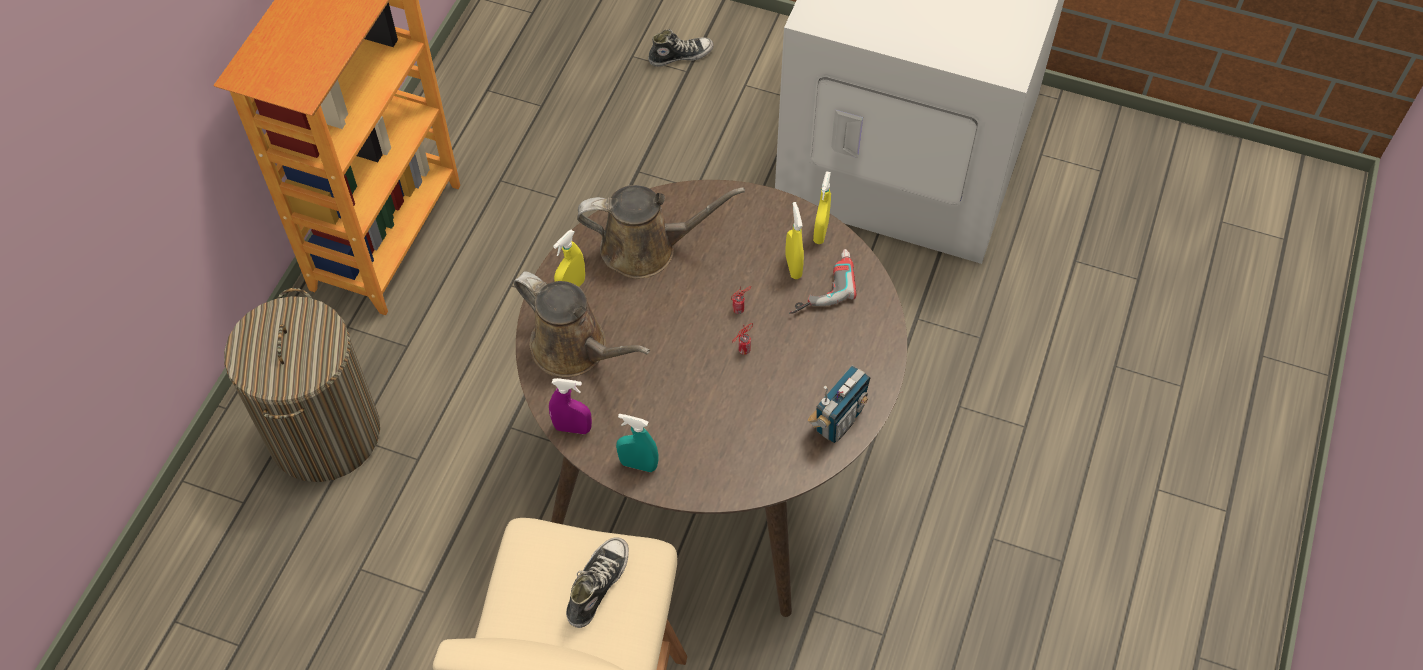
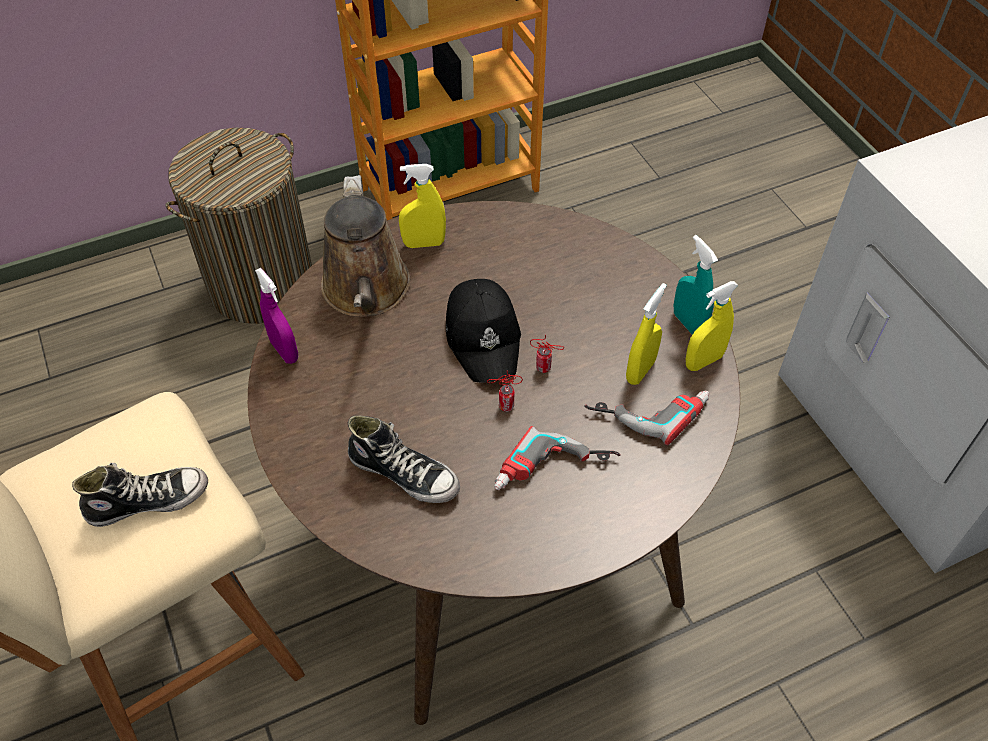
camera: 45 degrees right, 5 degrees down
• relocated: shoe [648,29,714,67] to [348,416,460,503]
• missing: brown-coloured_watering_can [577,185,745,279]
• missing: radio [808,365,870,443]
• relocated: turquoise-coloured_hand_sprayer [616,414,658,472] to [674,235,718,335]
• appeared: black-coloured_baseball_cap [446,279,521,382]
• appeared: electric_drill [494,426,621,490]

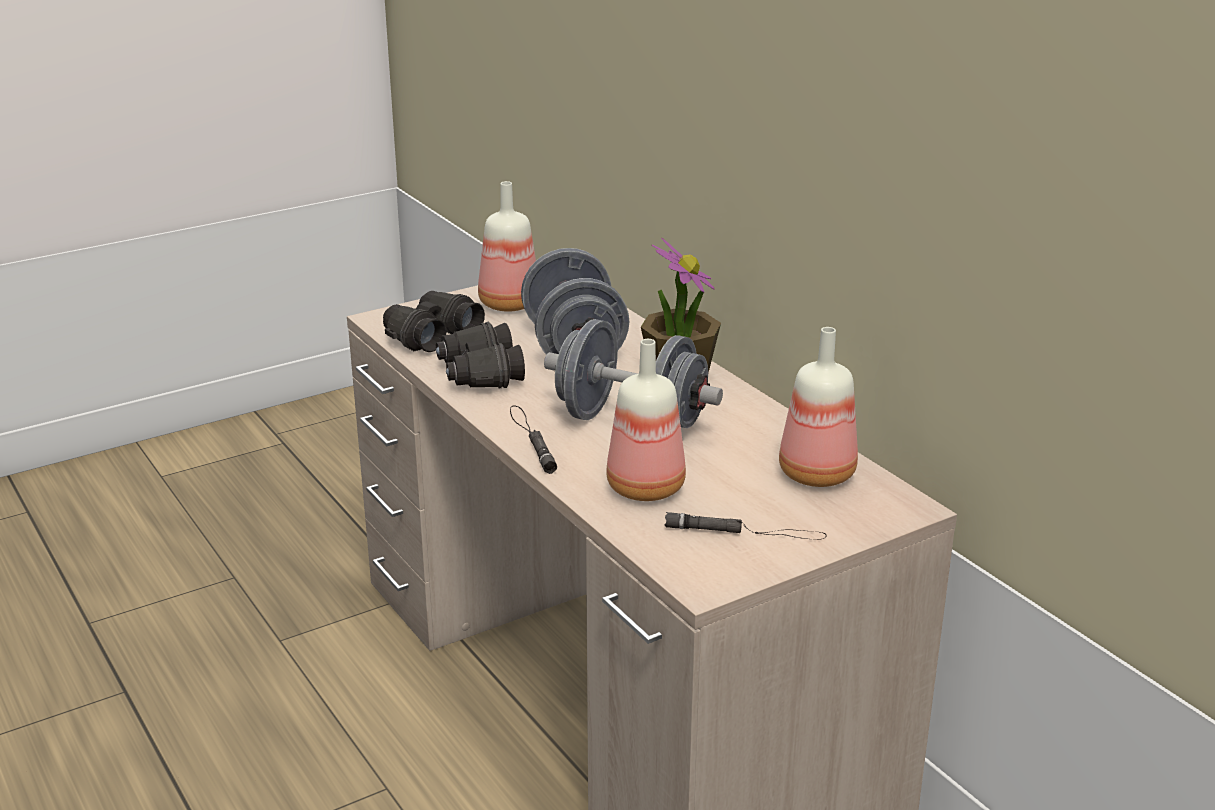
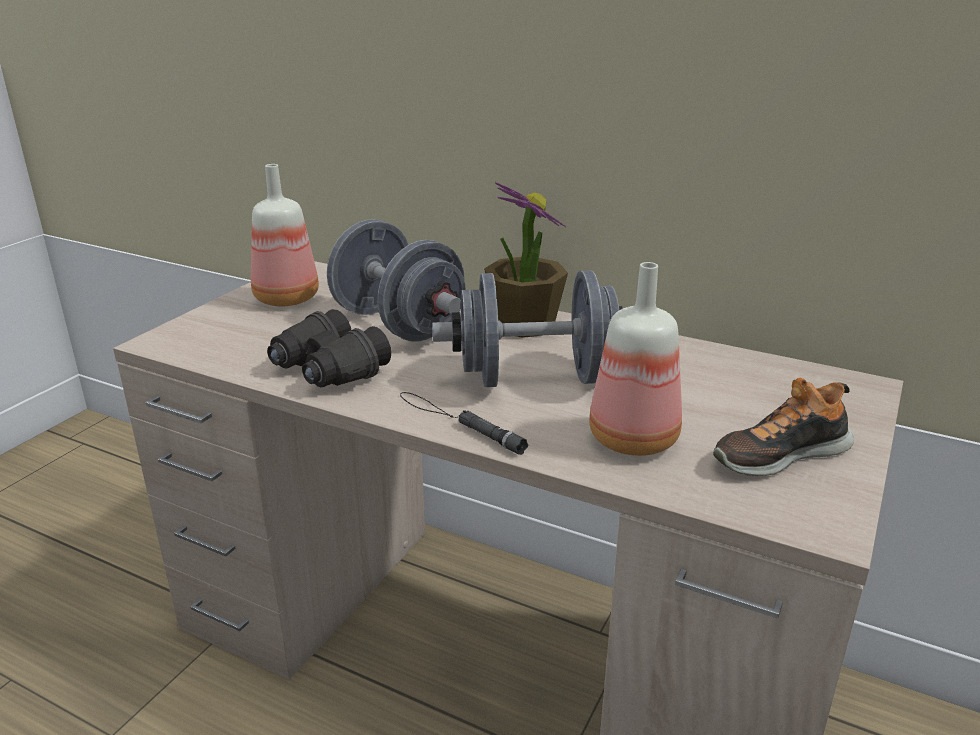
camera: 30 degrees left, 0 degrees up
• missing: black-coloured_binoculars [383,291,485,352]
• missing: beverage_bottle [779,327,858,487]
• exchanged: black-coloured_flashlight [665,512,826,540] to shoe [713,378,854,476]

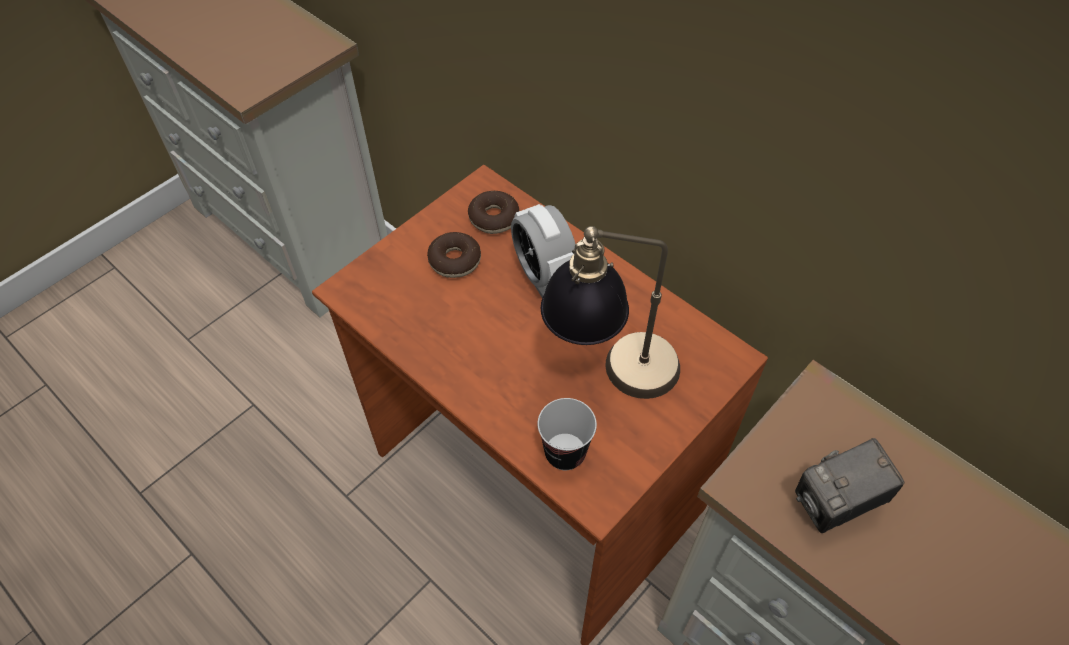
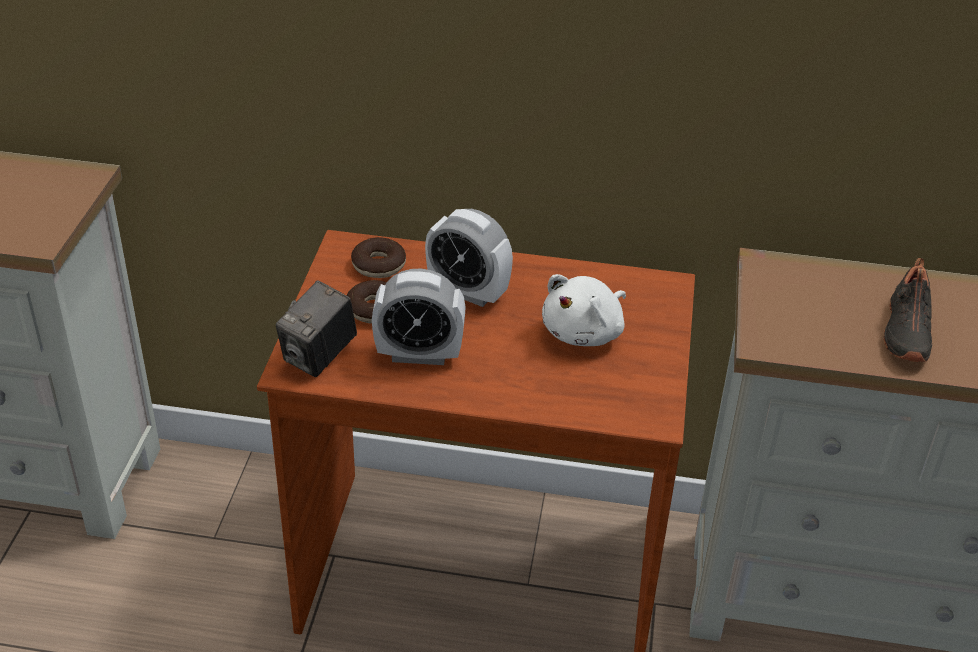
camera: 35 degrees left, 15 degrees down
• exchanged: tabletop_lamp [541,226,680,399] to whitish_plush_toy [542,274,626,346]
• missing: drinking_cup [538,398,597,470]
• relocated: photo_camera [795,438,905,533] to [276,281,357,377]
• appeared: black-coloured_shoe [883,258,932,362]
• appeared: table_clock [372,268,466,365]

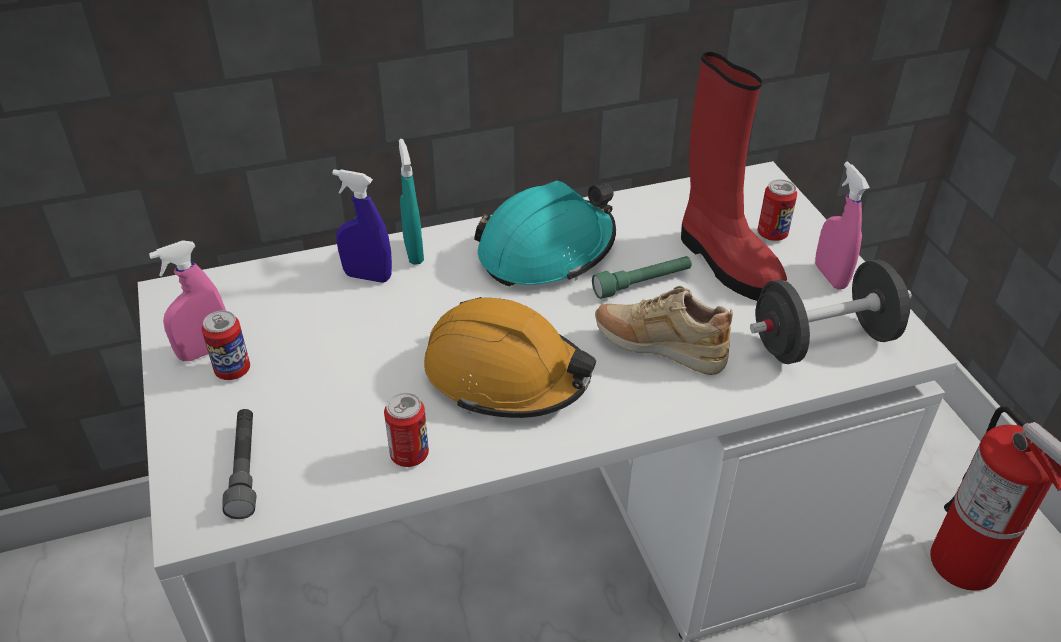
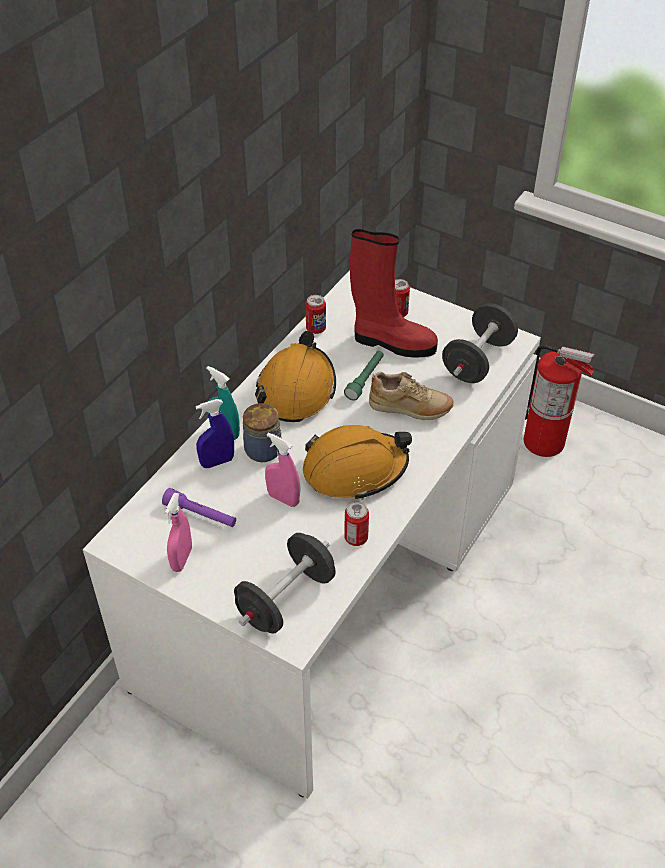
camera: 40 degrees left, 5 degrees up
• relocated: pinkish_hand_sprayer [815,162,870,289] to [265,432,301,507]
• colour: turquoise-coloured_hard_hat [474,181,616,286] to orange-coloured_hard_hat [255,331,336,422]
• spun: beige-coloured_shoe [595,286,733,375] = [369,372,454,420] 150 degrees counterclockwise
• relocated: can [202,311,250,380] to [305,295,326,334]
• exchanged: gray_flashlight [222,409,257,519] to black-coloured_free_weight [234,533,336,633]
• appeared: preserve_jar [243,403,281,462]
• appeared: purple-coloured_flashlight [162,488,236,527]

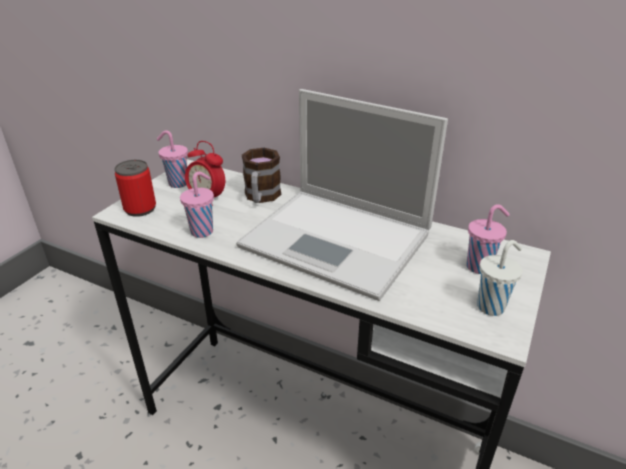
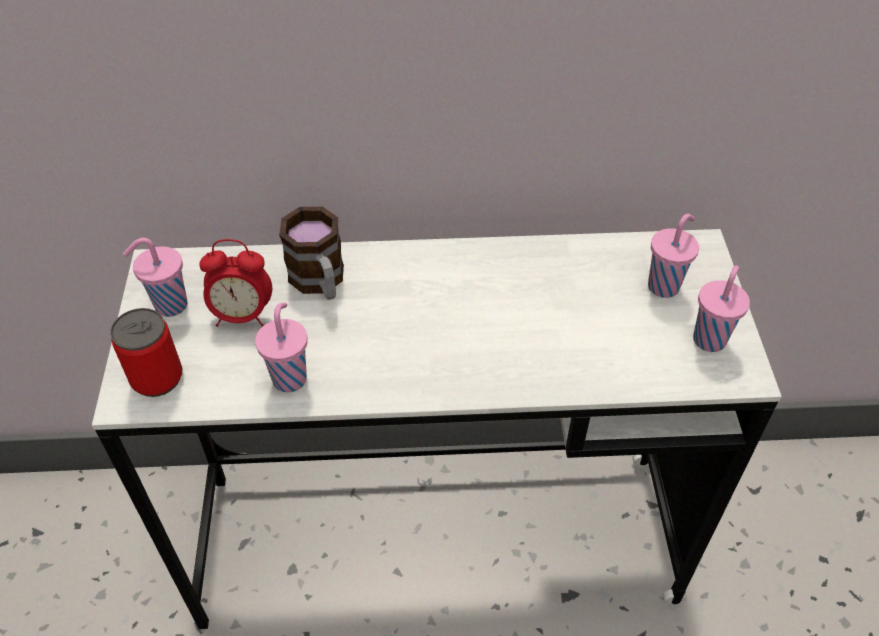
camera: 30 degrees left, 15 degrees up
• missing: notebook_computer [236,89,448,301]
• colour: whitish_drinking_cup [477,240,523,316] to pinkish_drinking_cup [693,266,750,352]

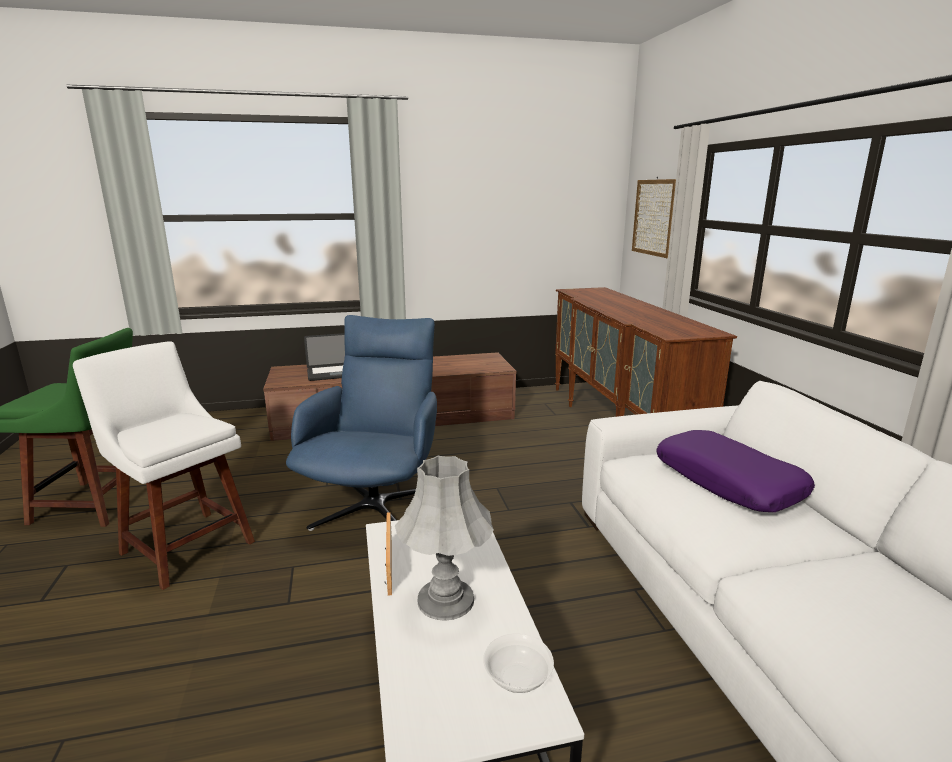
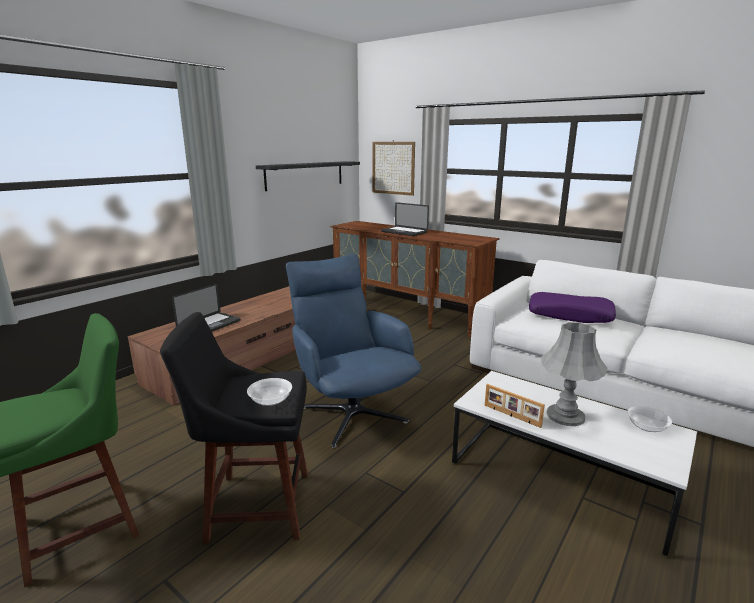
camera: 40 degrees left, 0 degrees up
• colour: whitish_sitting_stool [73,341,255,590] to black-coloured_sitting_stool [160,312,308,543]
• appeared: black-coloured_shelf [256,161,360,191]
• appeared: notebook_computer [381,202,429,236]
• appeared: deep_dish [247,378,292,406]

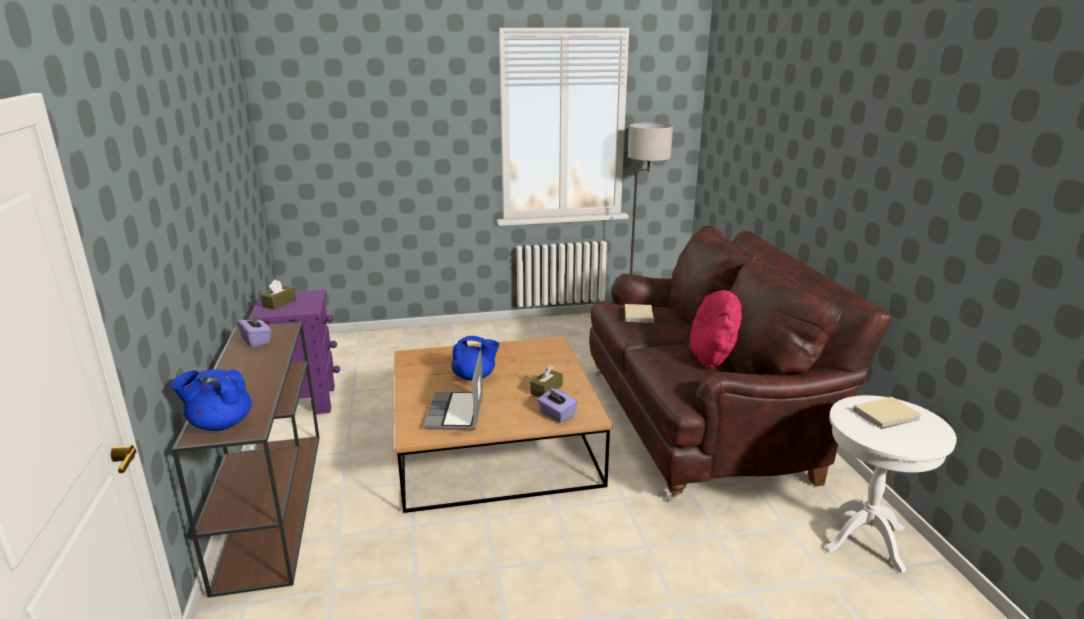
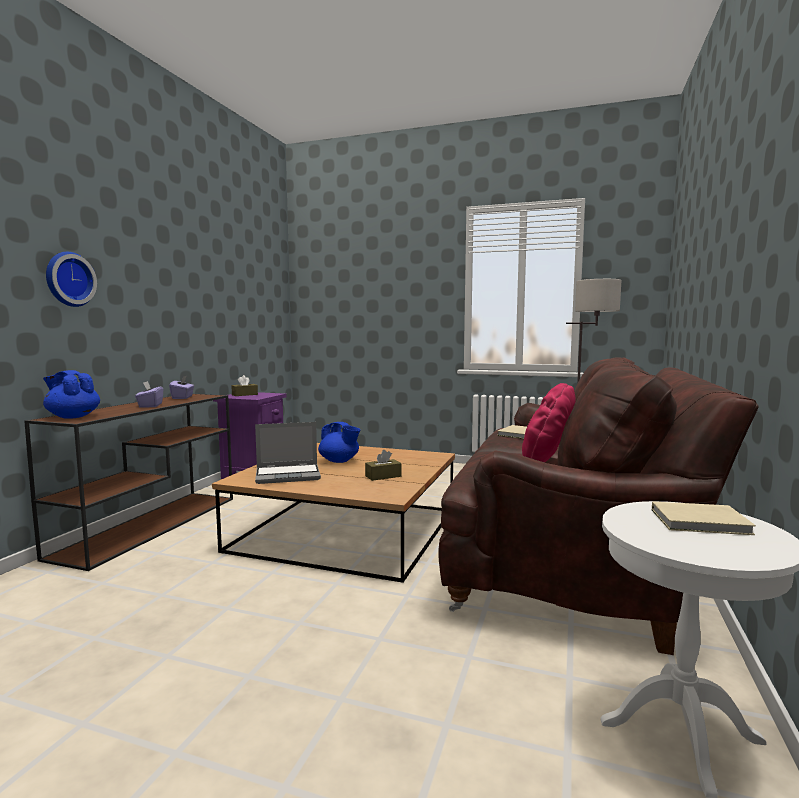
camera: 30 degrees right, 15 degrees down
• spun: notebook_computer [424,351,483,430] = [255,422,321,484] 135 degrees counterclockwise
• relocated: purple-coloured_tissue_holder [537,388,577,423] to [135,381,163,408]
• appeared: clock_on_the_wall [46,252,97,307]

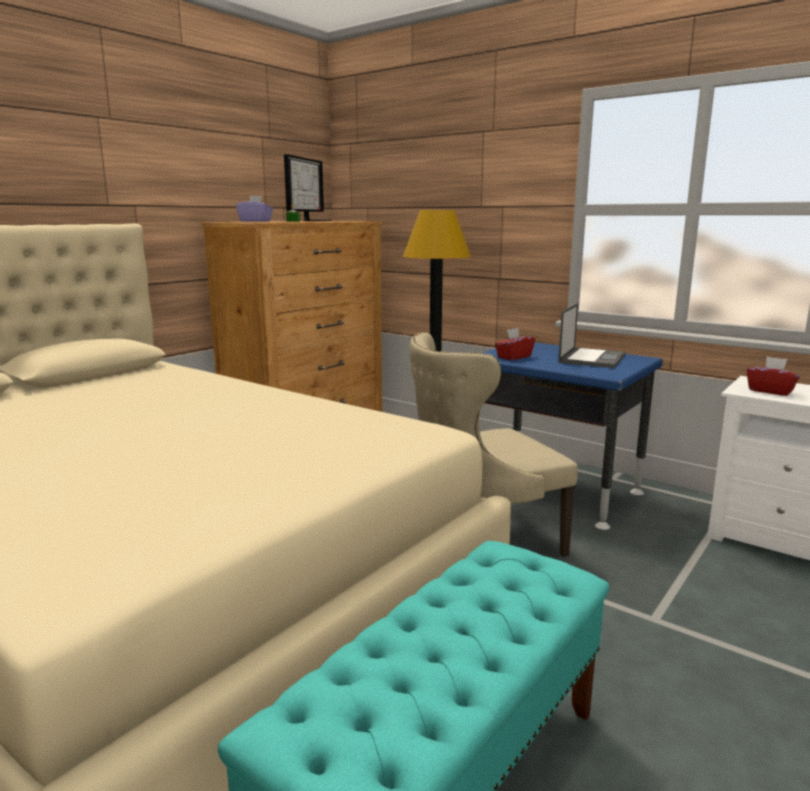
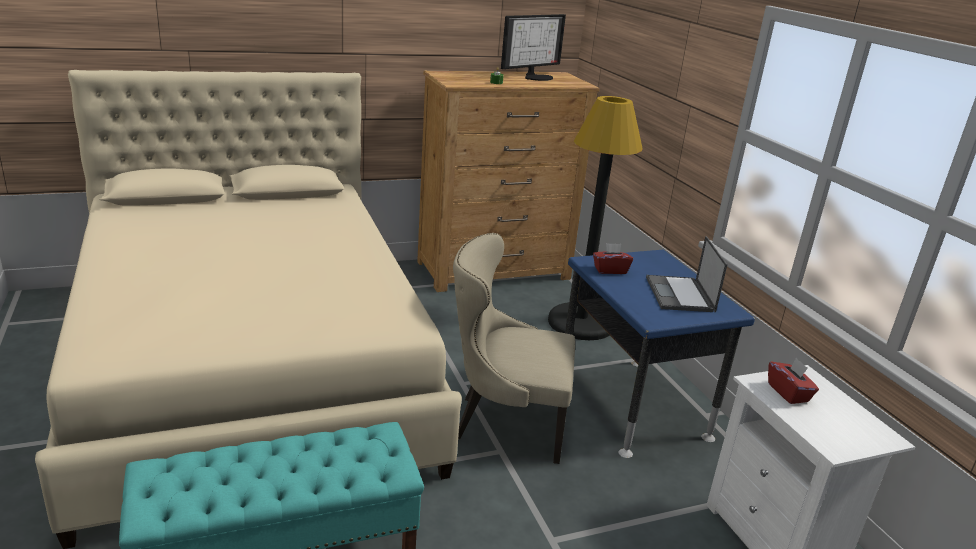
camera: 30 degrees right, 10 degrees up
• missing: purple-coloured_tissue_holder [236,196,273,222]
• spun: notebook_computer [558,303,625,368] = [646,236,727,312] 120 degrees clockwise

